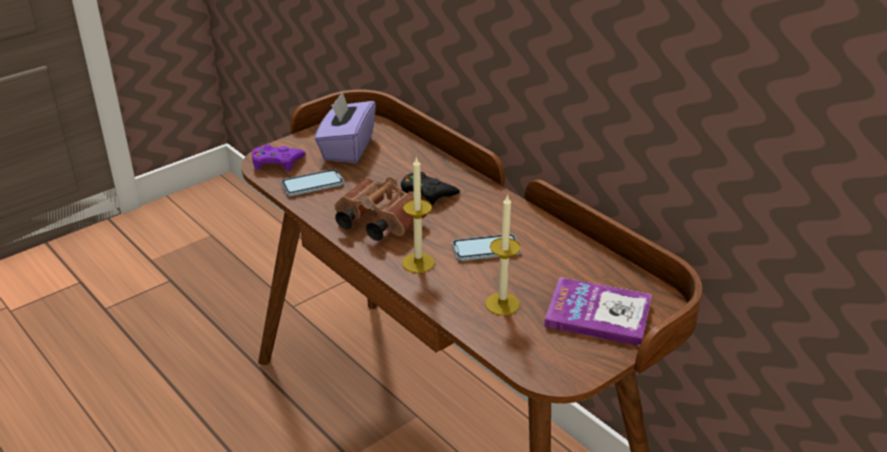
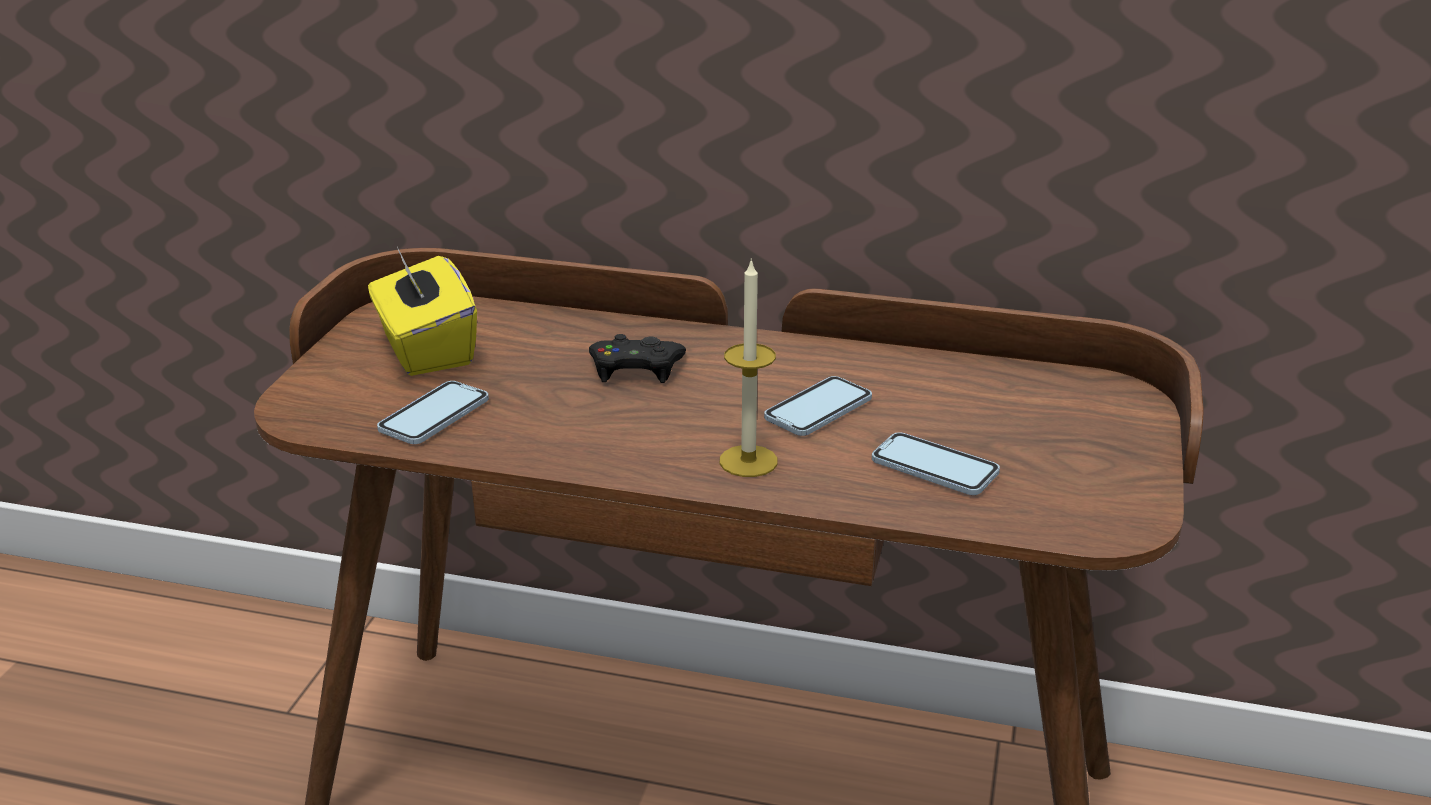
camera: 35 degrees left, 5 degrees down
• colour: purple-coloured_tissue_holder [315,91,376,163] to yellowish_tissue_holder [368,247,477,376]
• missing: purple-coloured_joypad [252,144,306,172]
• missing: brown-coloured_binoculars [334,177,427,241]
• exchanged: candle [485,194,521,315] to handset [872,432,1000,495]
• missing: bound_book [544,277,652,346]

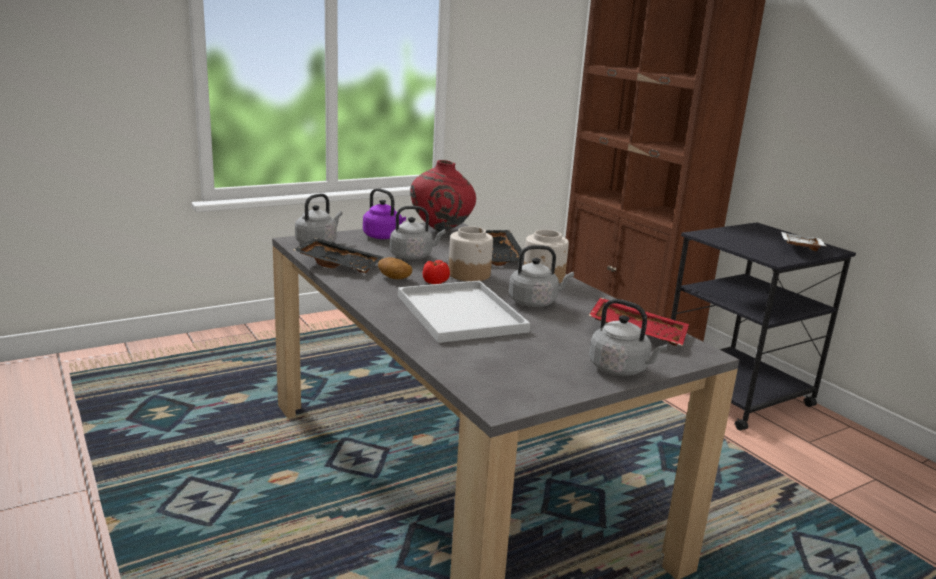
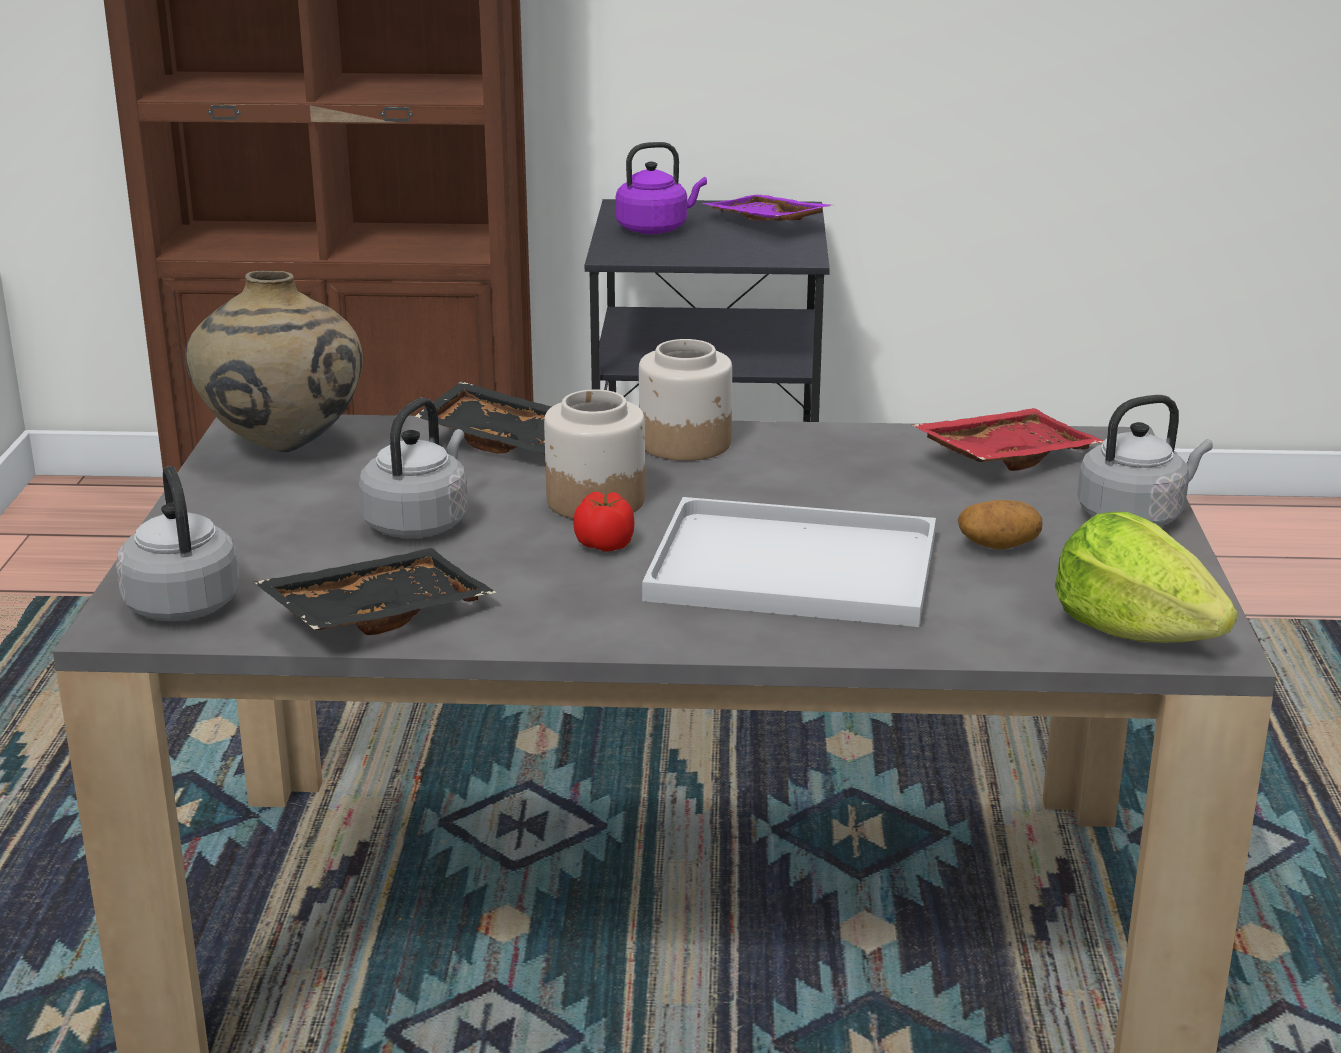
camera: 55 degrees left, 5 degrees up
• colour: red_vase [410,160,476,232] to beige-coloured_vase [185,271,363,452]
• relocated: purple-coloured_water_kettle [363,188,406,239] to [615,142,707,234]
• colour: whitish_carrying_tray [781,232,826,251] to purple-coloured_carrying_tray [701,194,834,221]
• missing: gray_water_kettle [509,245,574,307]
• relocated: spud [378,257,412,279] to [958,500,1042,549]
• appeared: lettuce_head [1055,512,1238,643]

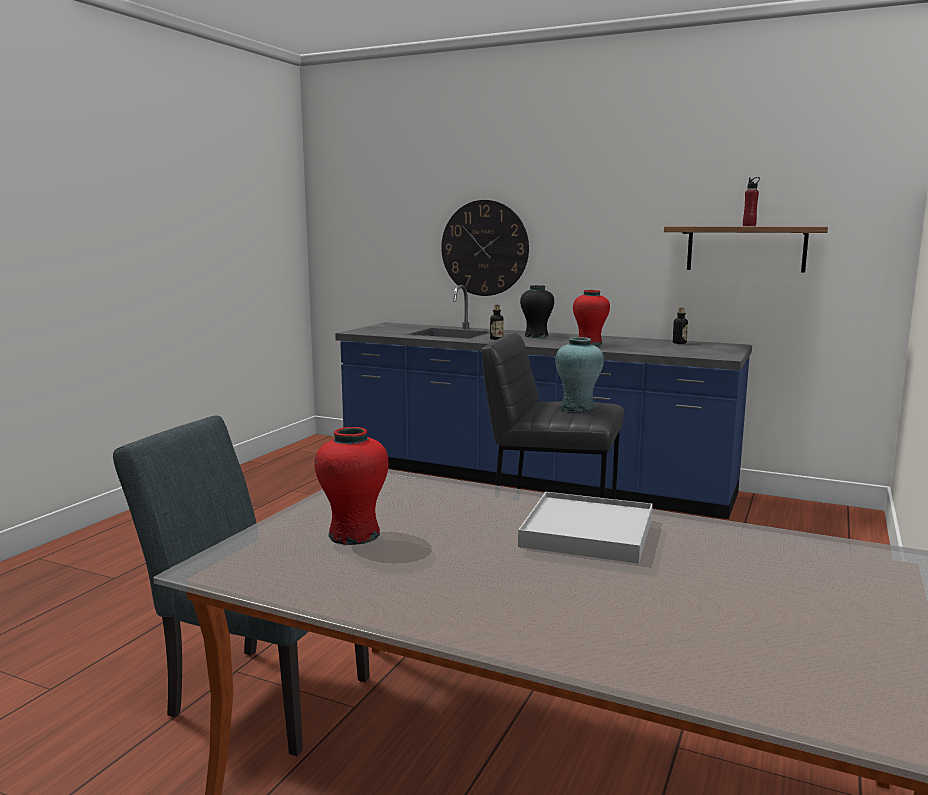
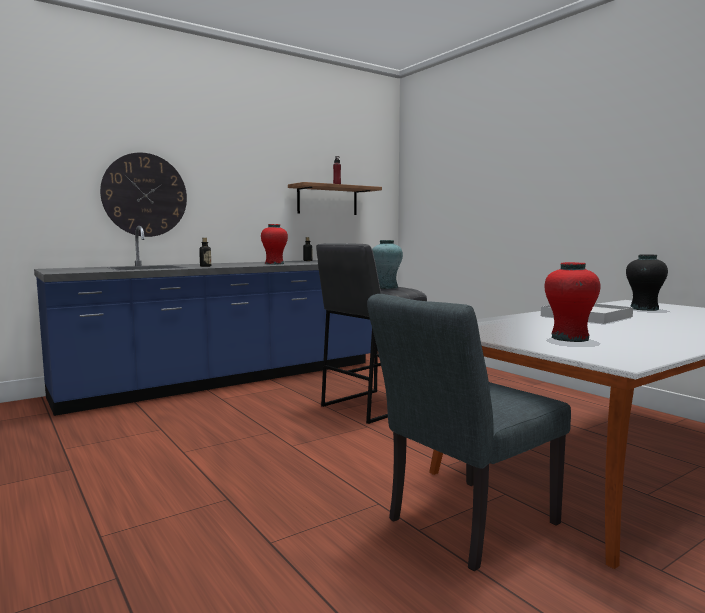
camera: 60 degrees left, 5 degrees down
• relocated: black-coloured_vase [520,285,554,338] to [626,254,668,311]

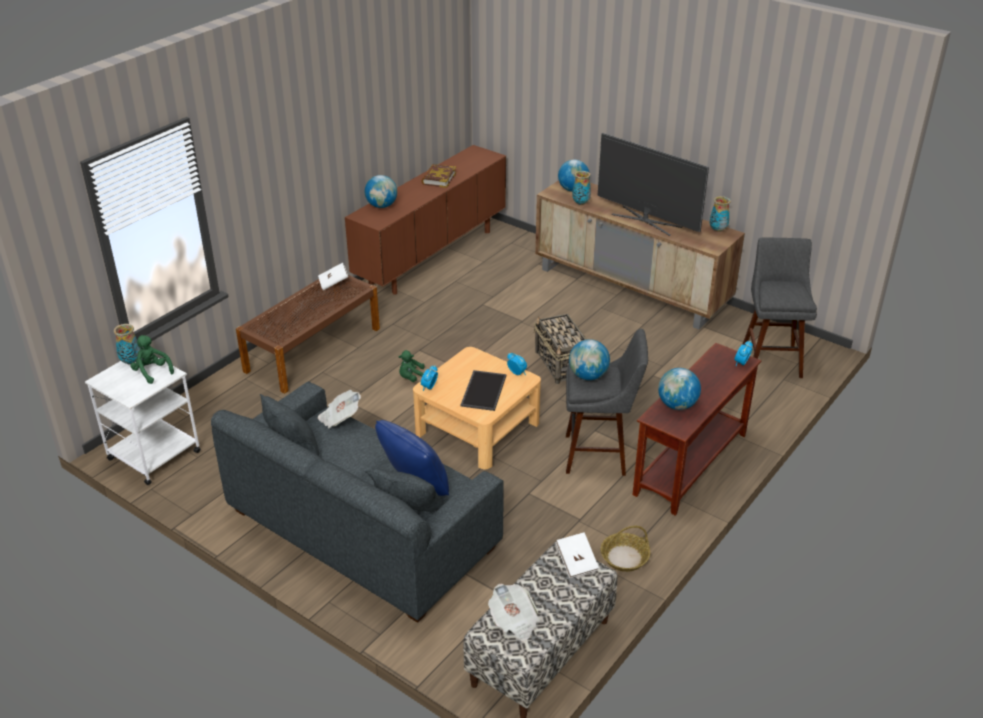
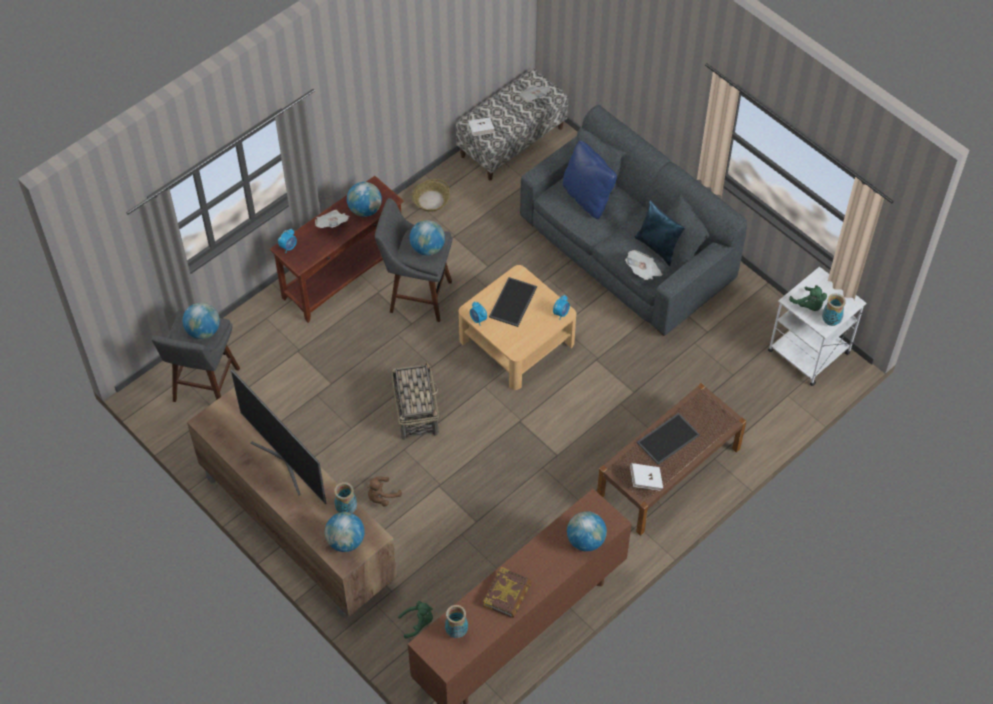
camera: 170 degrees left, 20 degrees up
• relocated: vase [710,196,731,232] to [445,605,468,638]
• relocated: green_plush_toy [398,350,425,382] to [398,601,433,638]
• appeared: blue-coloured_cushion [634,200,685,266]
• appeared: printed_paper [315,210,349,228]
• appeared: desk_globe [183,302,220,339]
• appeared: carrying_tray [637,413,700,465]
• appeared: brown-coloured_plush_toy [367,476,402,507]

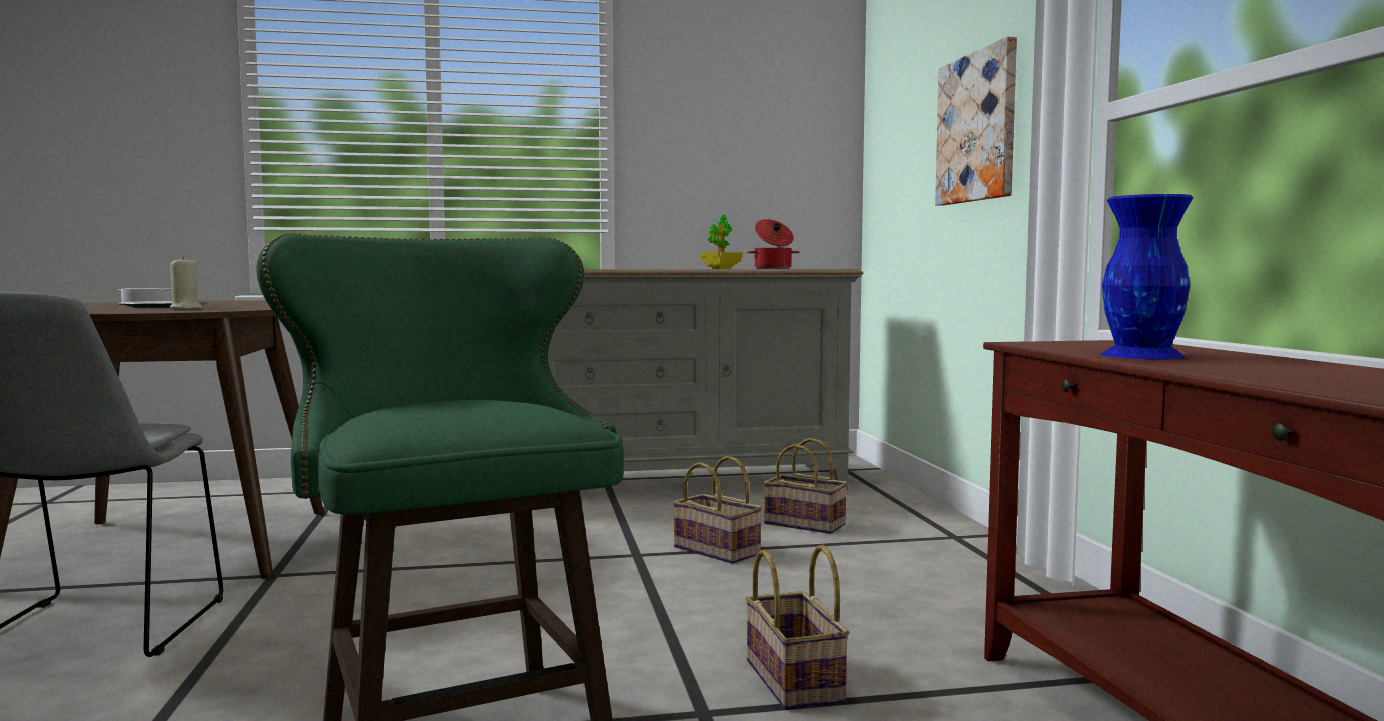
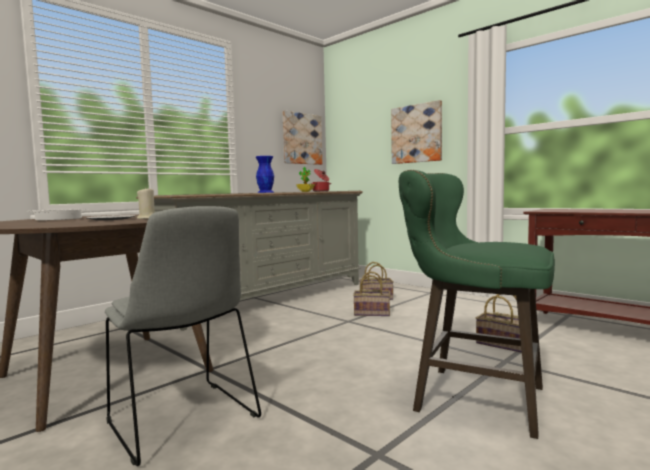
camera: 35 degrees left, 0 degrees up
• relocated: blue-coloured_vase [1100,194,1193,359] to [256,156,274,193]
• appeared: picture [283,111,322,165]

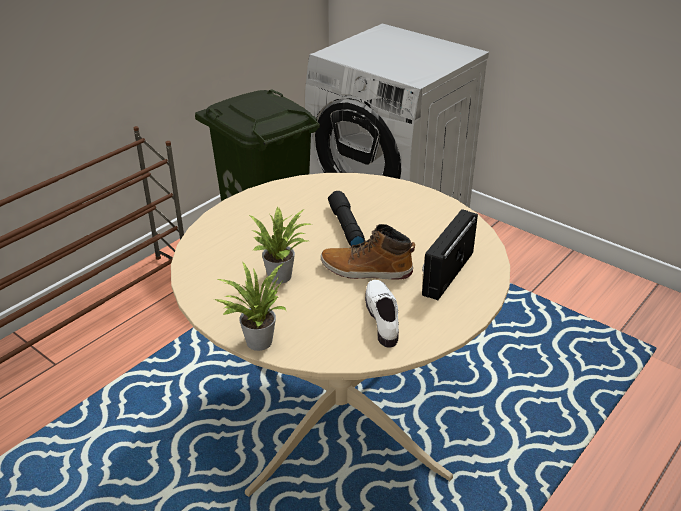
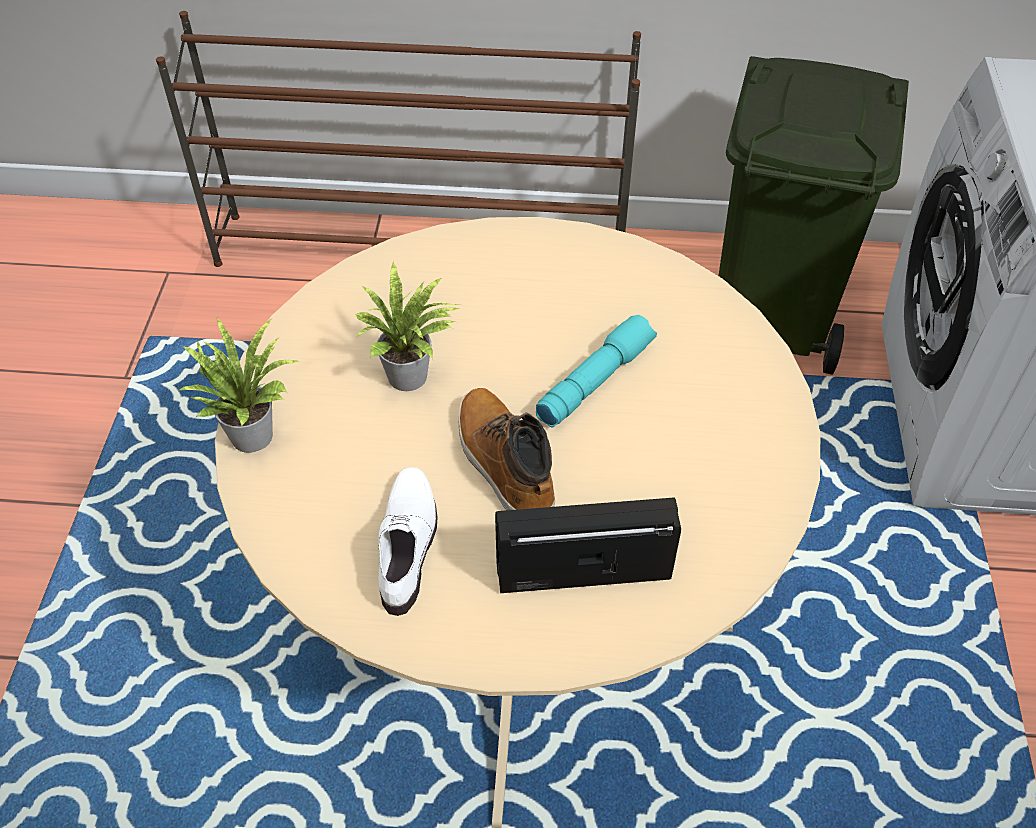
camera: 55 degrees right, 15 degrees up
• colour: black-coloured_flashlight [328,191,365,246] to turquoise-coloured_flashlight [536,315,657,428]
• spun: whitish_shoe [365,280,399,347] = [378,467,438,616] 45 degrees counterclockwise

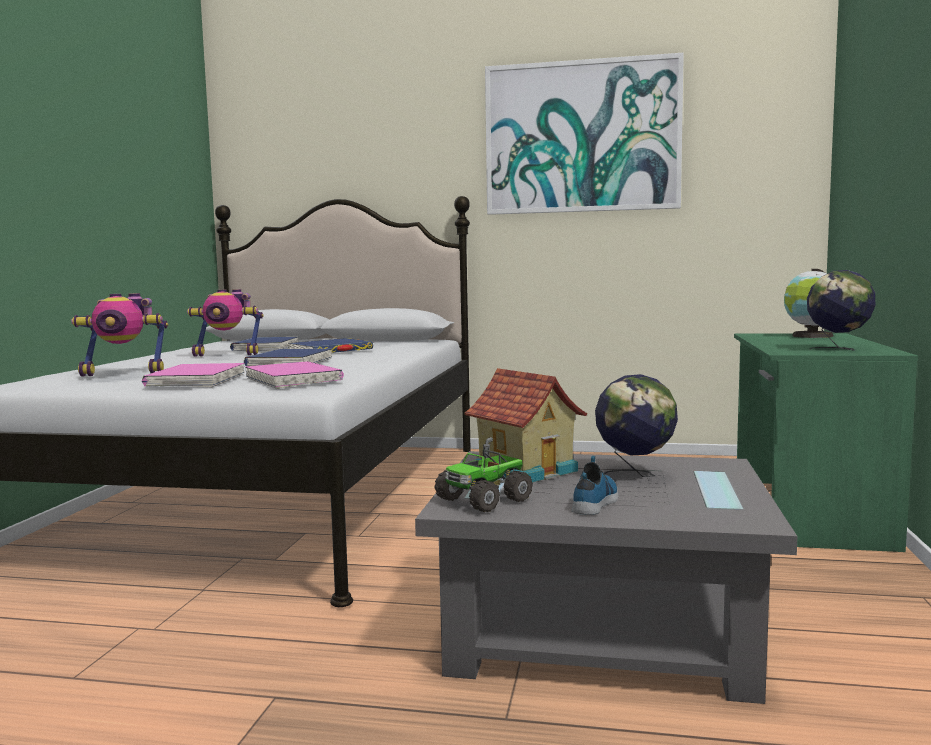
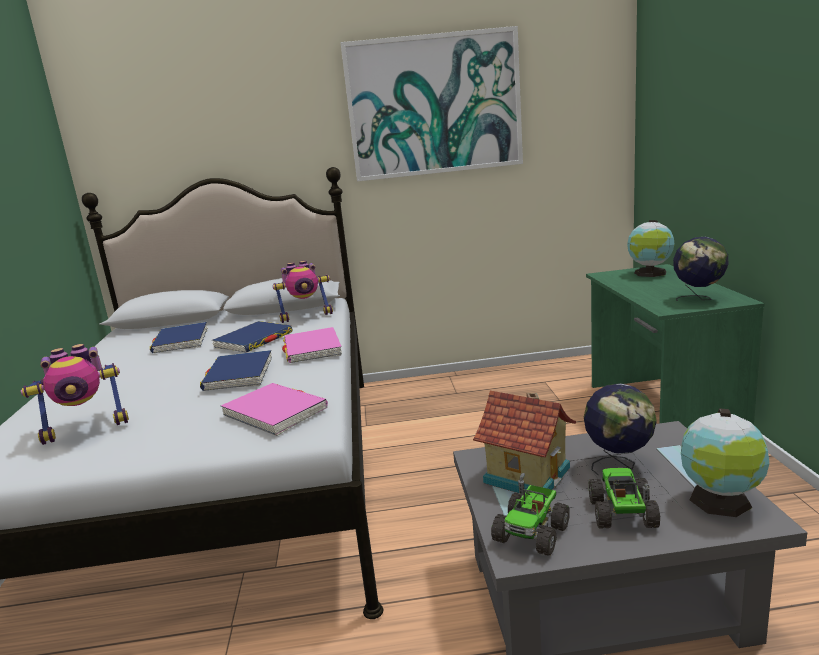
camera: 15 degrees left, 10 degrees up
• relocated: model_robot [187,289,263,357] to [273,261,333,323]
• relocated: pinkish_bound_book [142,363,245,387] to [282,327,342,363]
• exchanged: shoe [572,456,619,515] to toy_lorry [589,468,660,529]
• appeared: desk_globe [681,409,770,517]

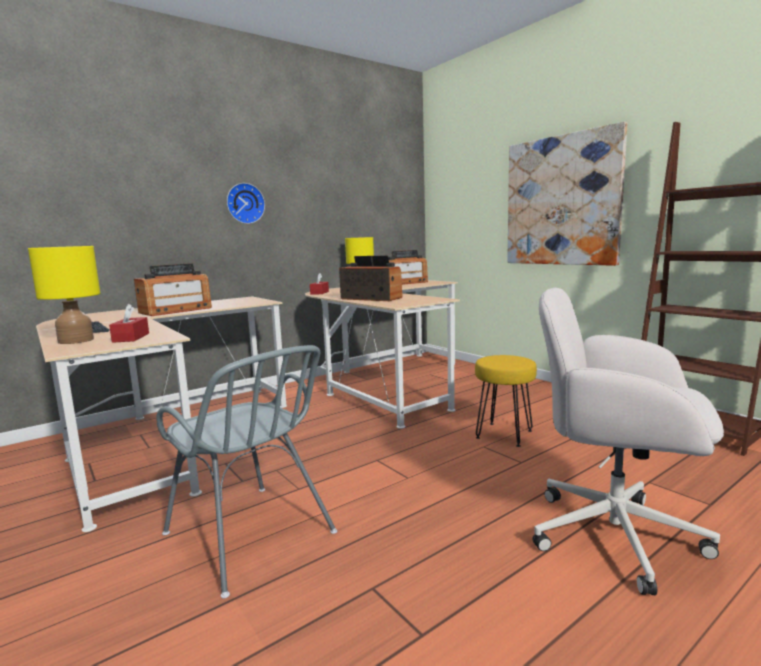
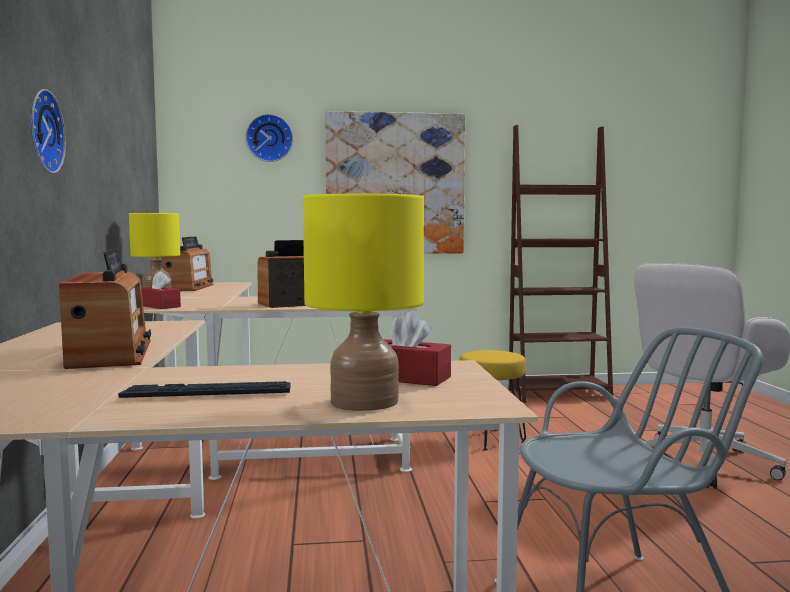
camera: 60 degrees left, 5 degrees down
• appeared: clock_on_the_wall [245,114,293,162]

